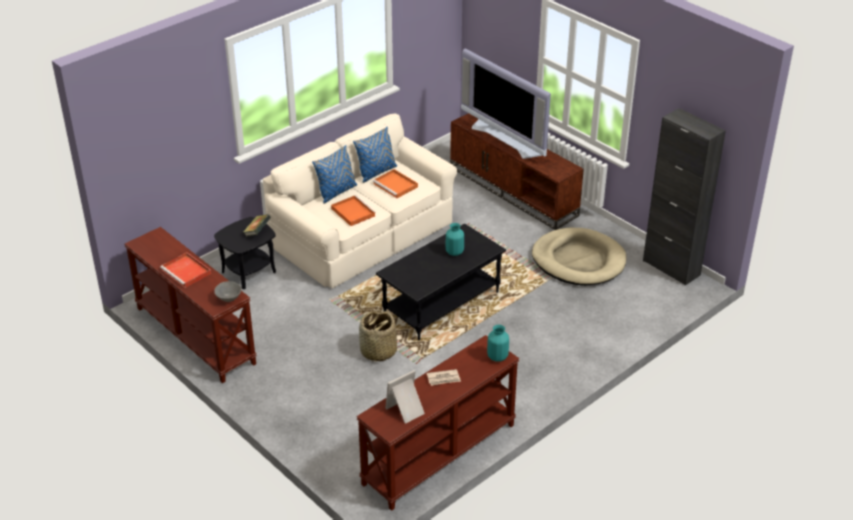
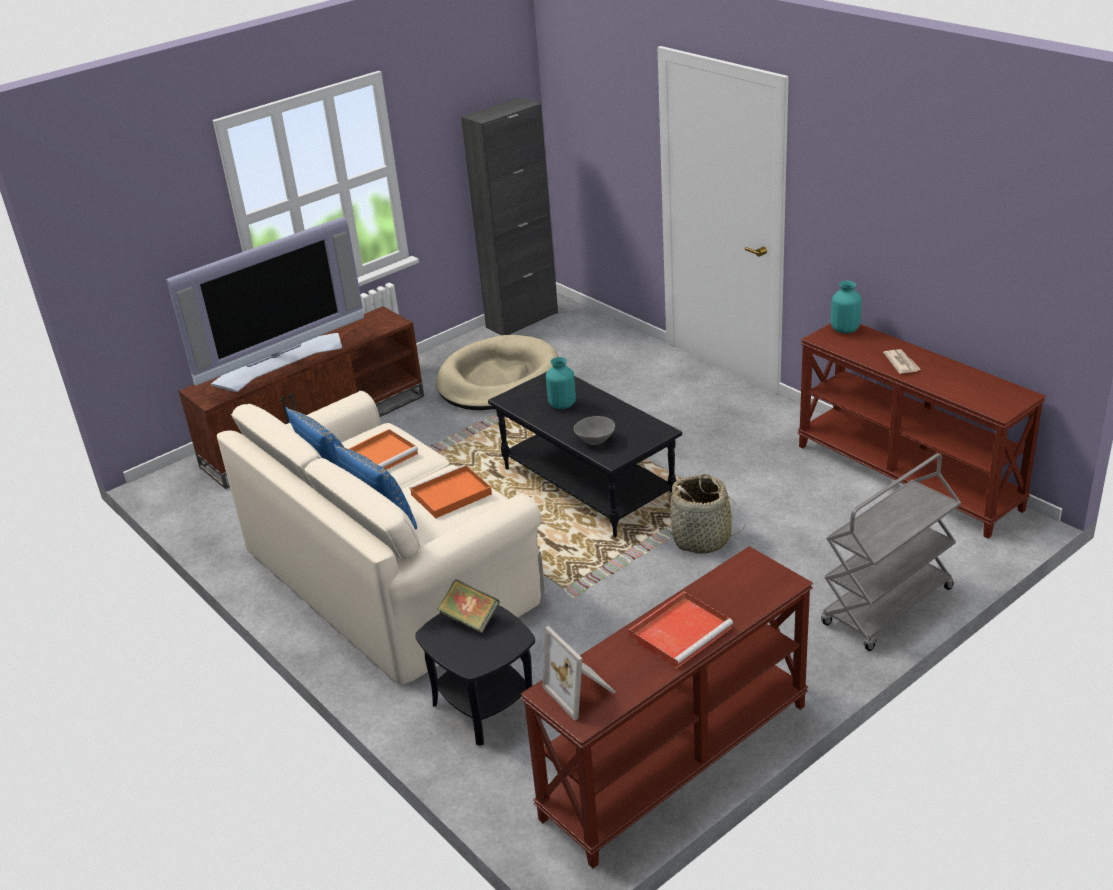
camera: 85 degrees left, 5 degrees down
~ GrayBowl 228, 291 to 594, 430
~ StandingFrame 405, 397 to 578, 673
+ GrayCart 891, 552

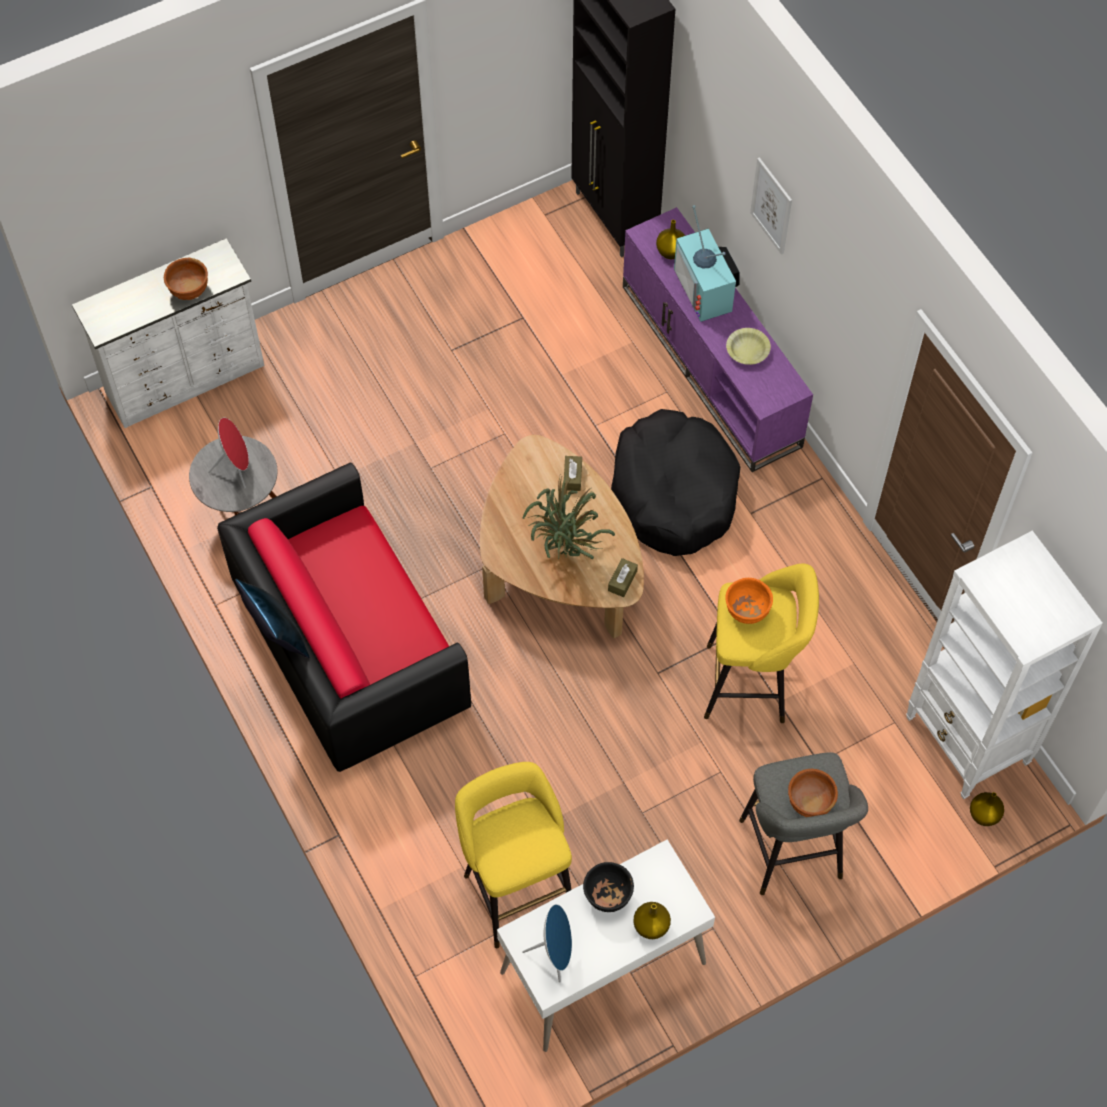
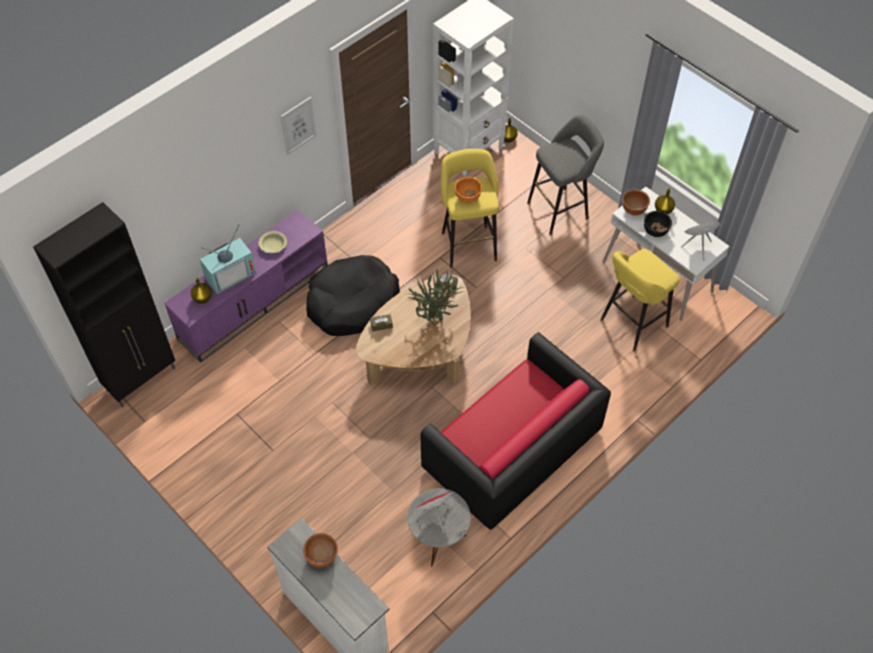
camera: 105 degrees left, 5 degrees down
- BluishPillow 272, 618
~ WallArt 771, 206 to 298, 126
~ BrownishBowl 813, 793 to 636, 202

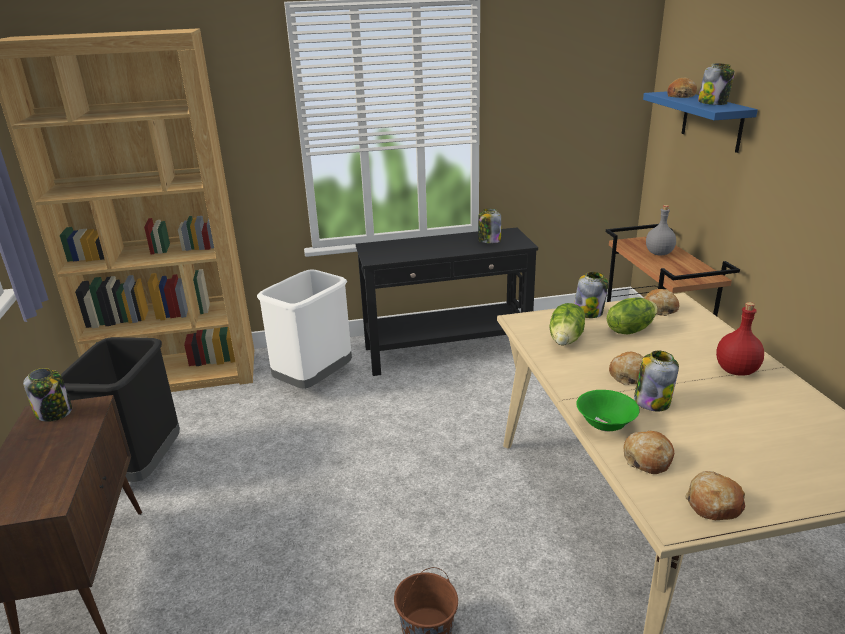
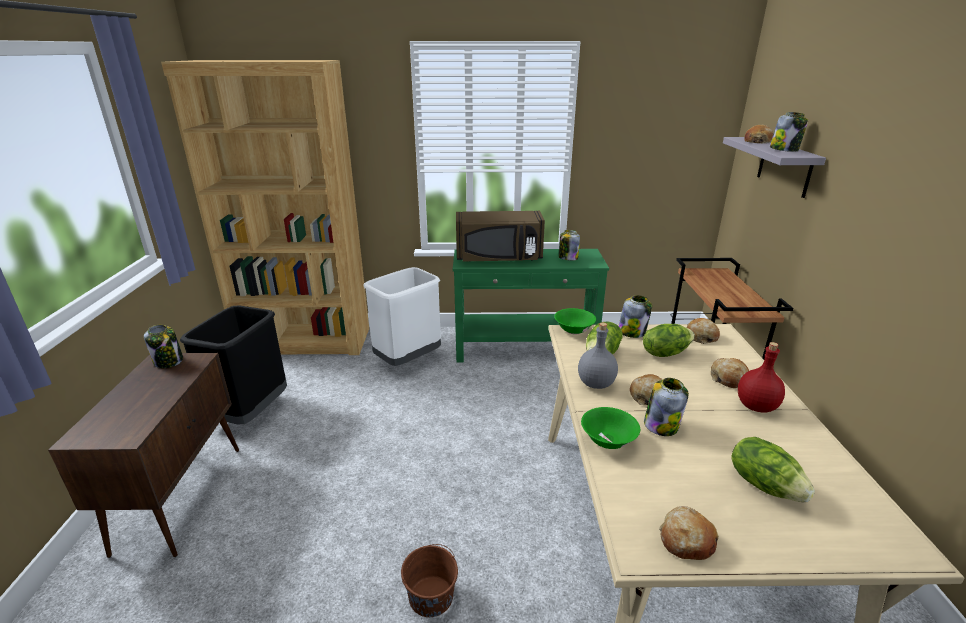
camera: 10 degrees right, 0 degrees up
~ BlackHallTable 447, 301 to GreenColouredHallTable 531, 305
~ BakedBread 649, 452 to 730, 373
~ BluishWallShelf 700, 122 to GrayWallShelf 774, 167
~ GrayBottle 661, 230 to 598, 356
+ BrownishMicrowave 500, 236
+ GreenColouredBowl 575, 321
+ HeadOfLettuce 773, 469

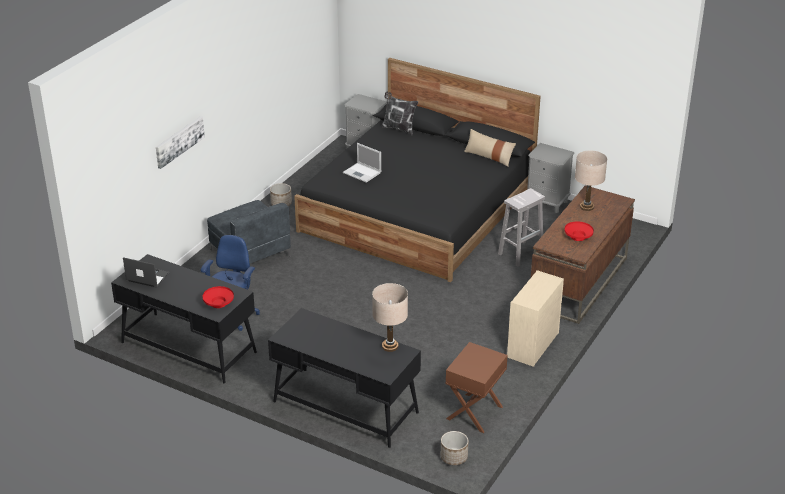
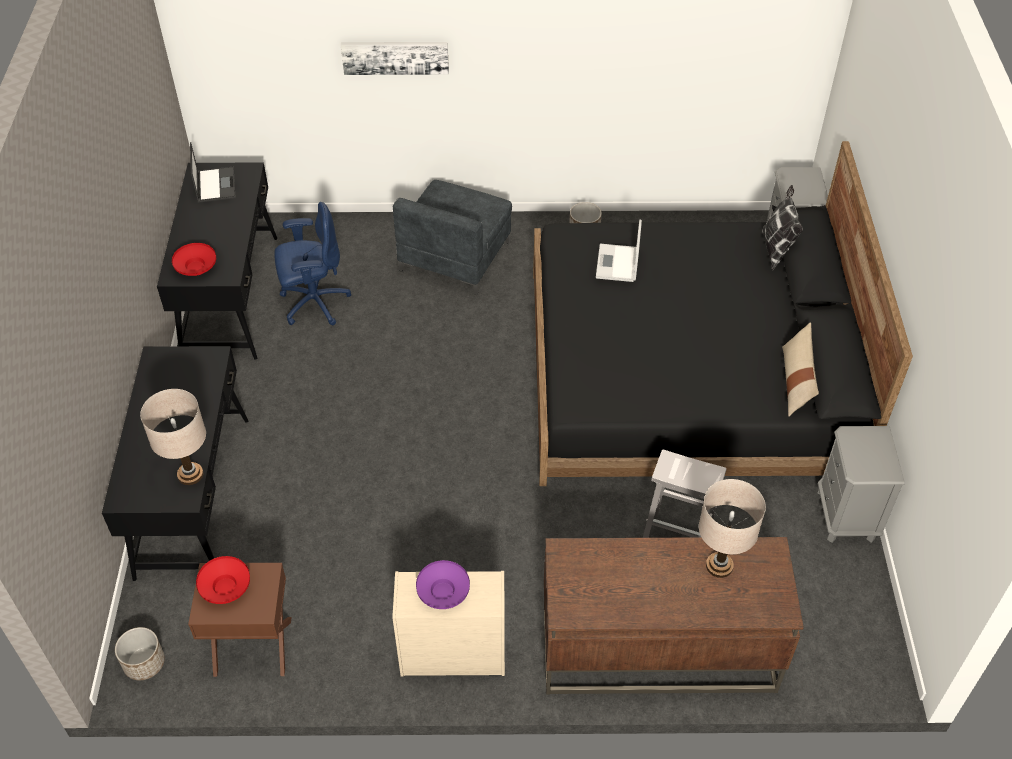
camera: 60 degrees right, 15 degrees up
~ ReddishBowl 579, 231 to 223, 580
+ PurplishBowl 443, 584

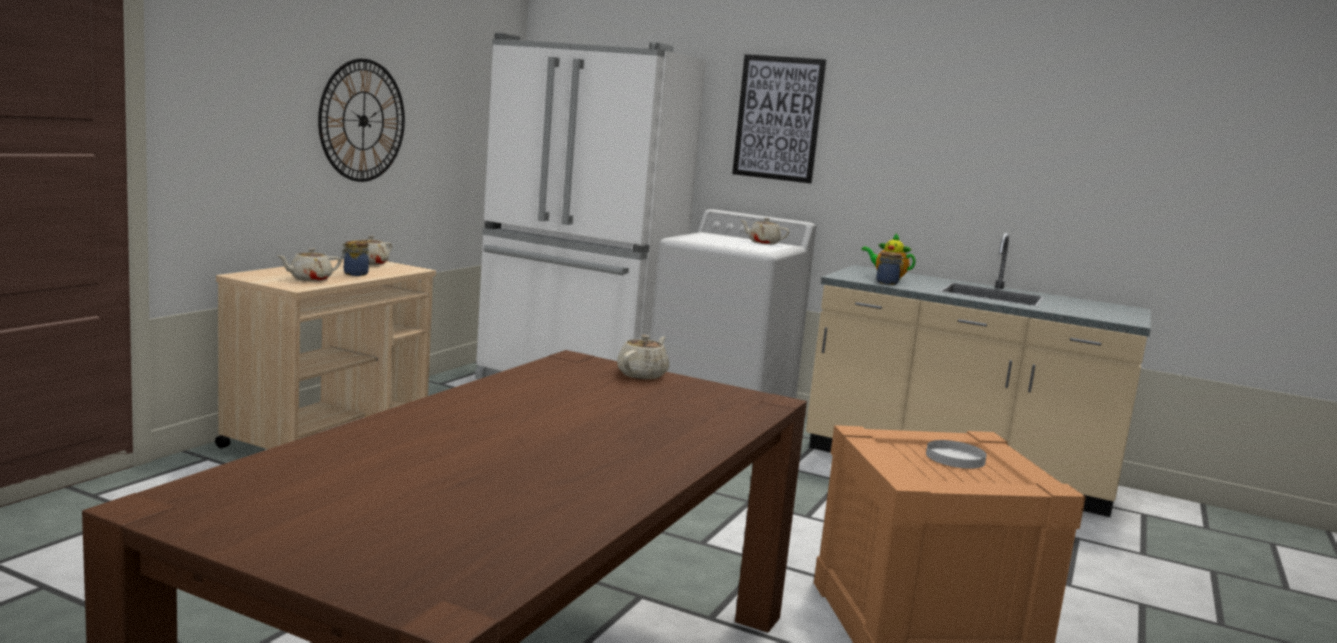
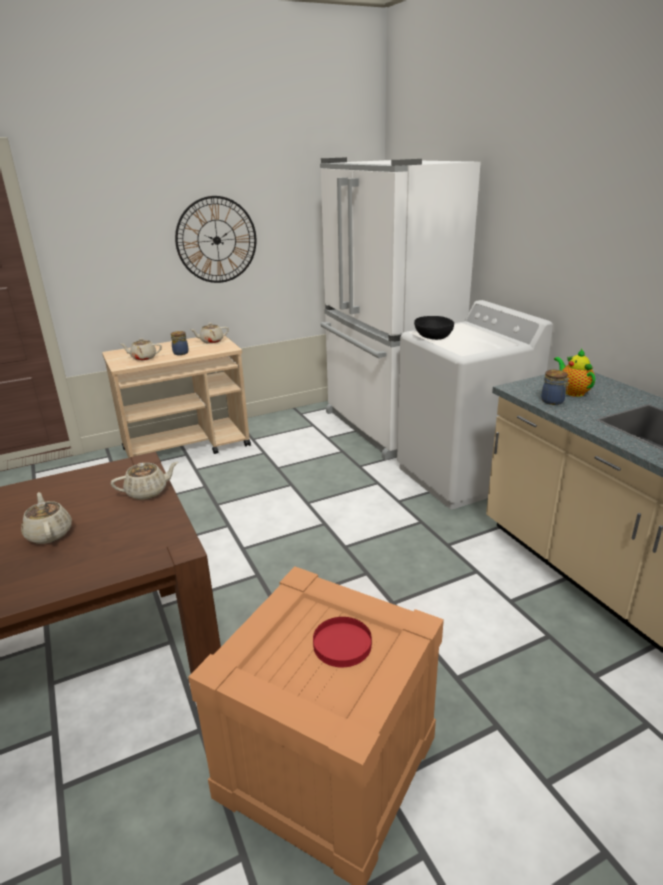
camera: 40 degrees right, 15 degrees up
- WallArt 779, 118
~ BeigeColouredTeapot 765, 231 to 46, 518
~ WhitePlate 956, 454 to ReddishPlate 342, 642
+ BlackBowl 434, 328

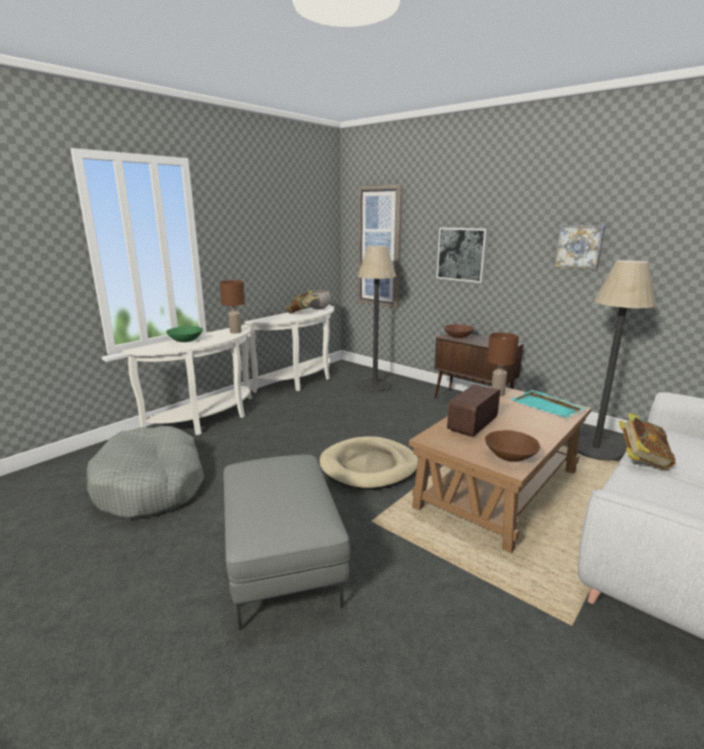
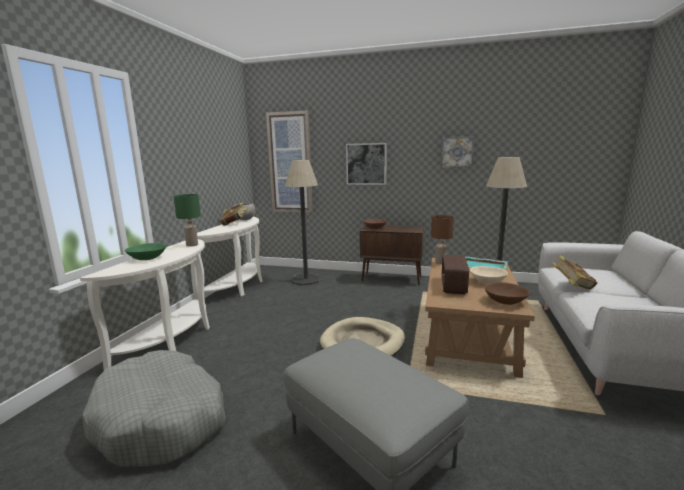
camera: 25 degrees left, 5 degrees down
~ BrownishTableLamp 232, 307 to GreenColouredTableLamp 187, 220
+ BeigeColouredBowl 489, 275

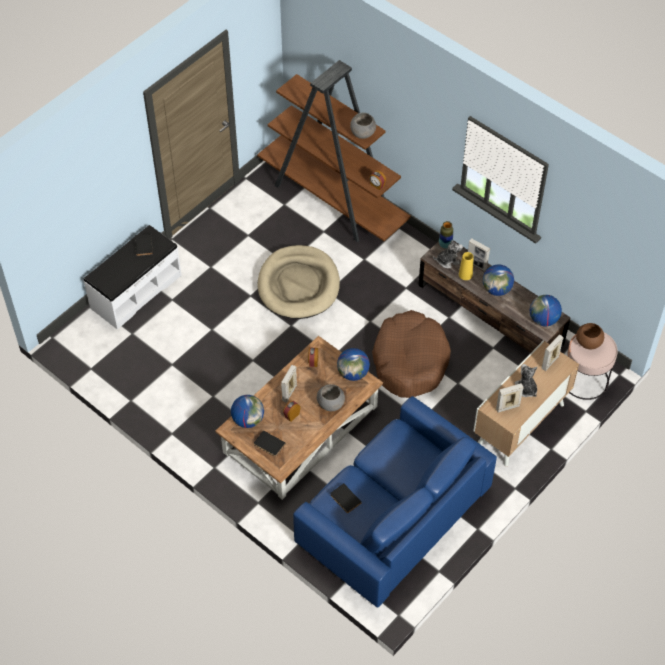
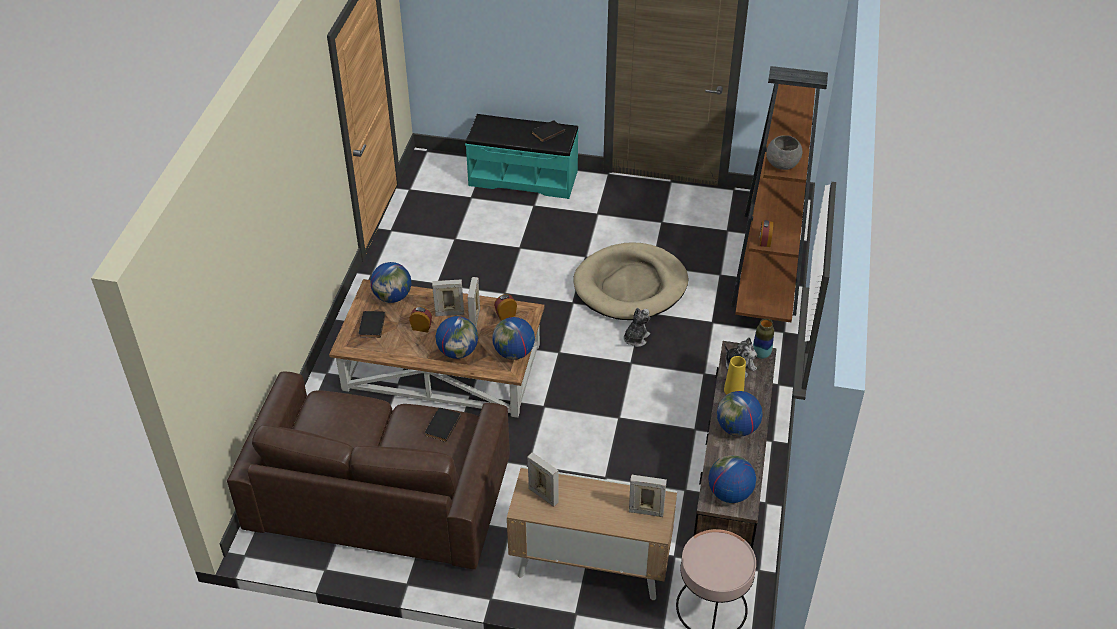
camera: 60 degrees right, 10 degrees down
~ WhiteIndoorBench 132, 277 to TurquoiseIndoorBench 522, 156
~ BluishSofa 395, 502 to BrownishSofa 368, 470
~ GrayBowl 331, 397 to DeskGlobe 457, 337
~ BlackBoundBook 346, 498 to 443, 425
- BrownishPetBed 411, 354
~ StandingFrame 479, 254 to 473, 302
~ CuddlyToy 526, 380 to 636, 327
- BrownishBowl 590, 336

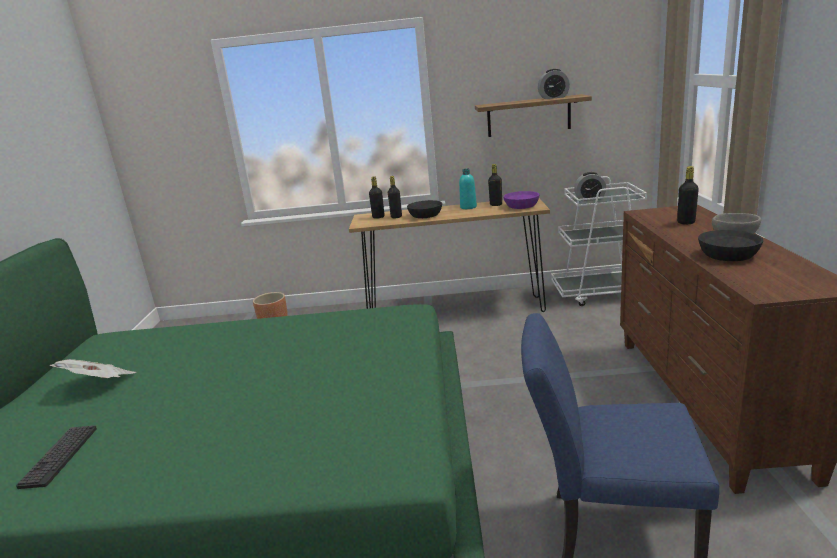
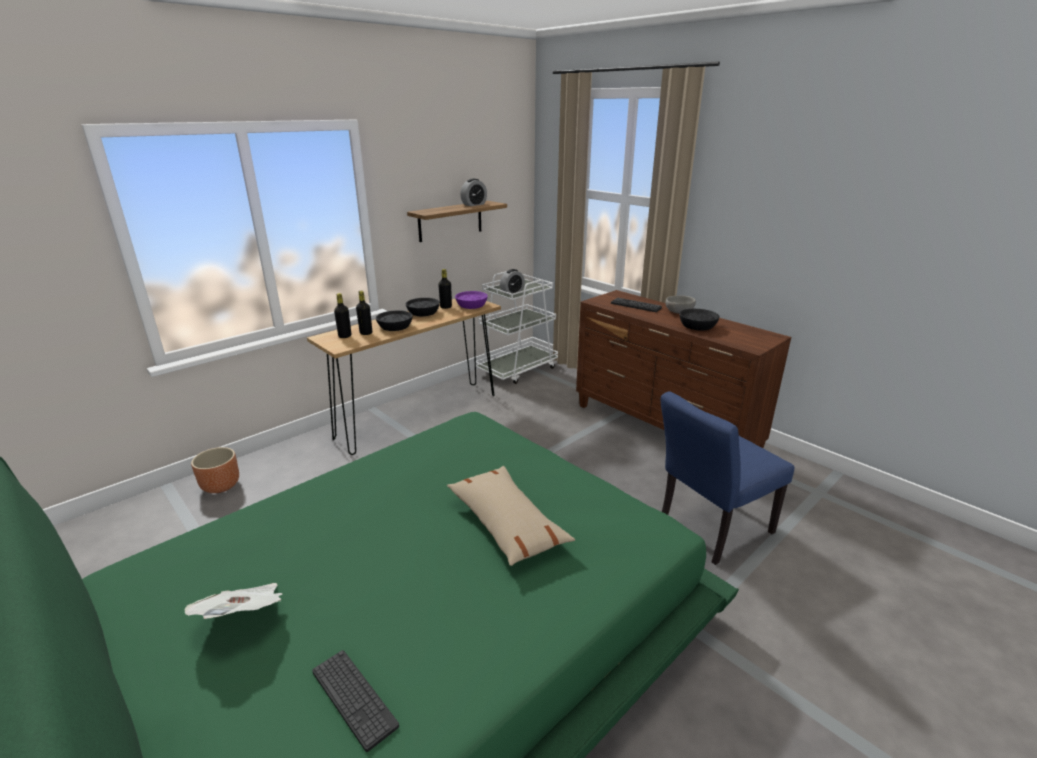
camera: 45 degrees left, 5 degrees up
~ TurquoiseBottle 468, 189 to BlackBowl 423, 307
~ BlackBottle 688, 195 to PcKeyboard 636, 305
+ BeigeColouredPillow 511, 516

